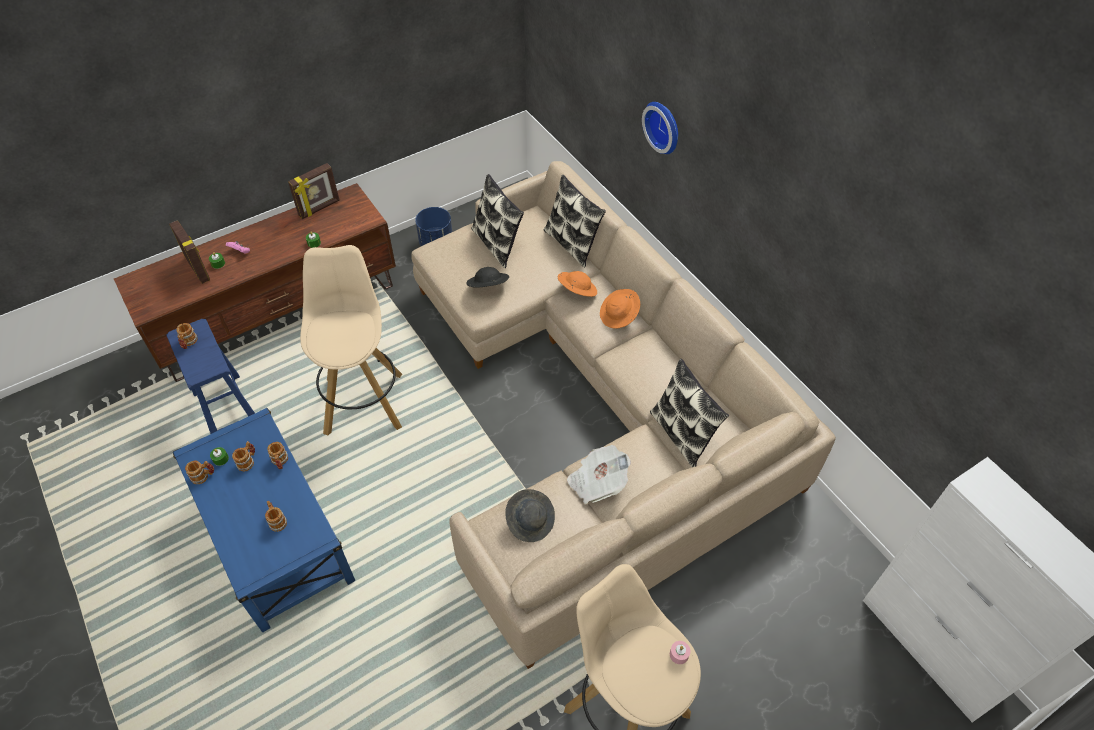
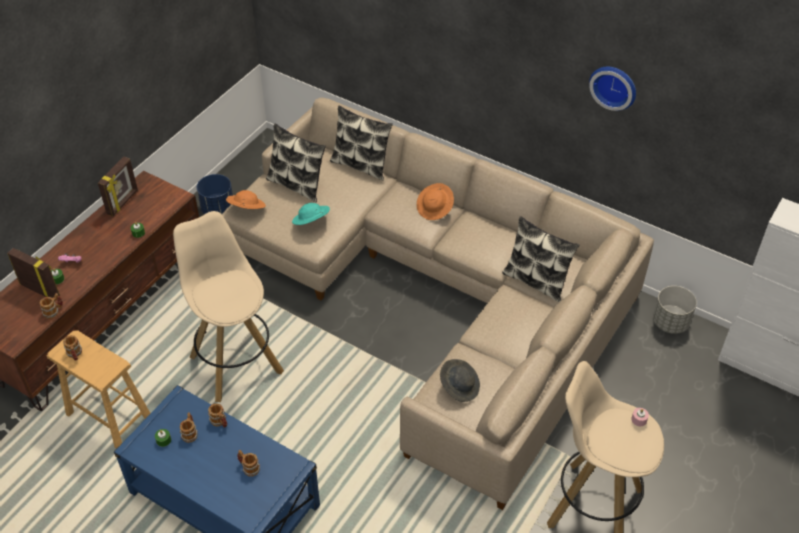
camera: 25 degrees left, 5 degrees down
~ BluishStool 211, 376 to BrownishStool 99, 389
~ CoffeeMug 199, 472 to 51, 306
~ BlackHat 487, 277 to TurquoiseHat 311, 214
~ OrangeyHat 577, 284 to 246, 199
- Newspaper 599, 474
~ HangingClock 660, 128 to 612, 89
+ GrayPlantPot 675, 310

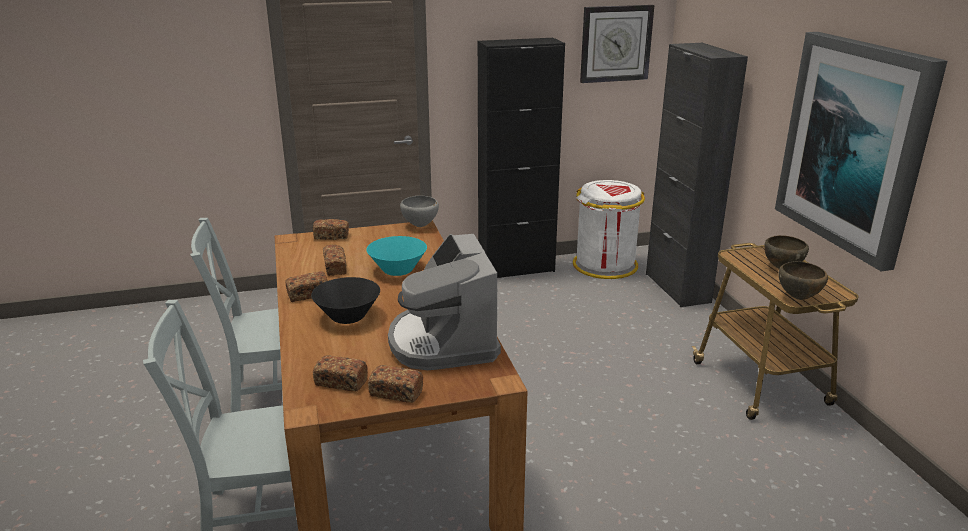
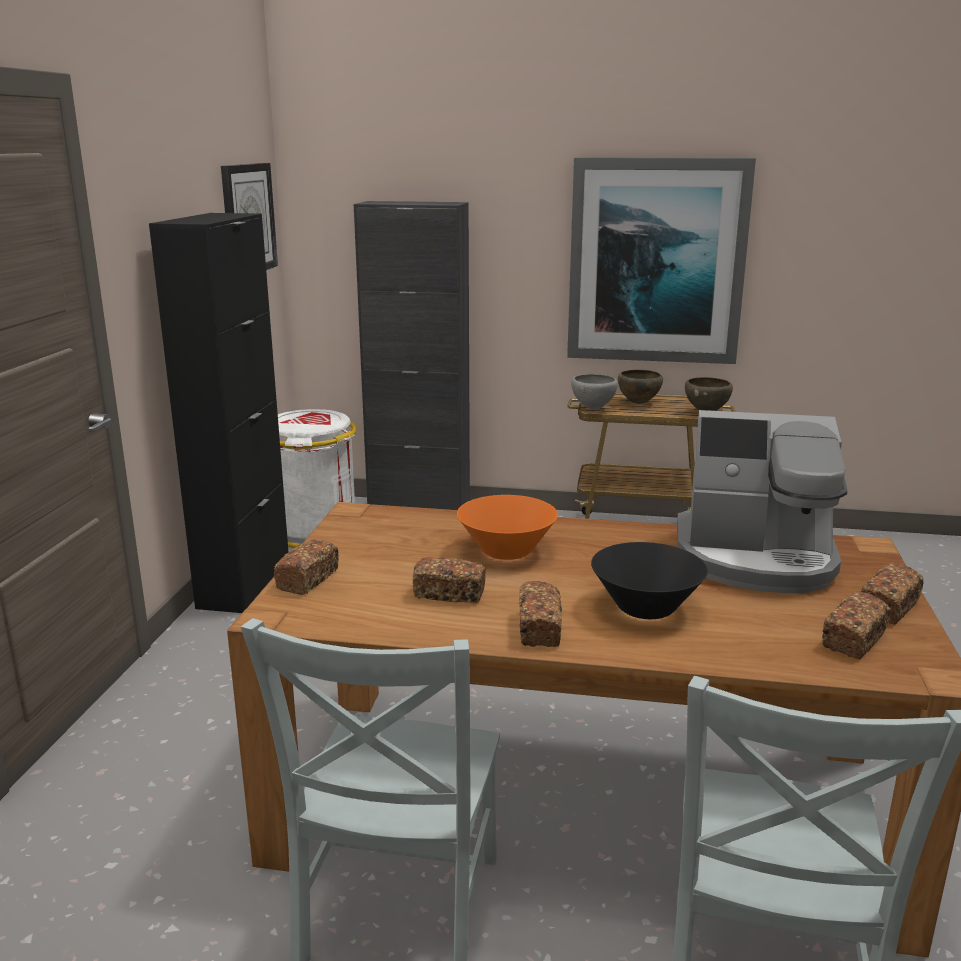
camera: 65 degrees left, 5 degrees down
~ TurquoiseBowl 396, 256 to OrangeyBowl 507, 527
~ GrayBowl 419, 211 to 594, 391

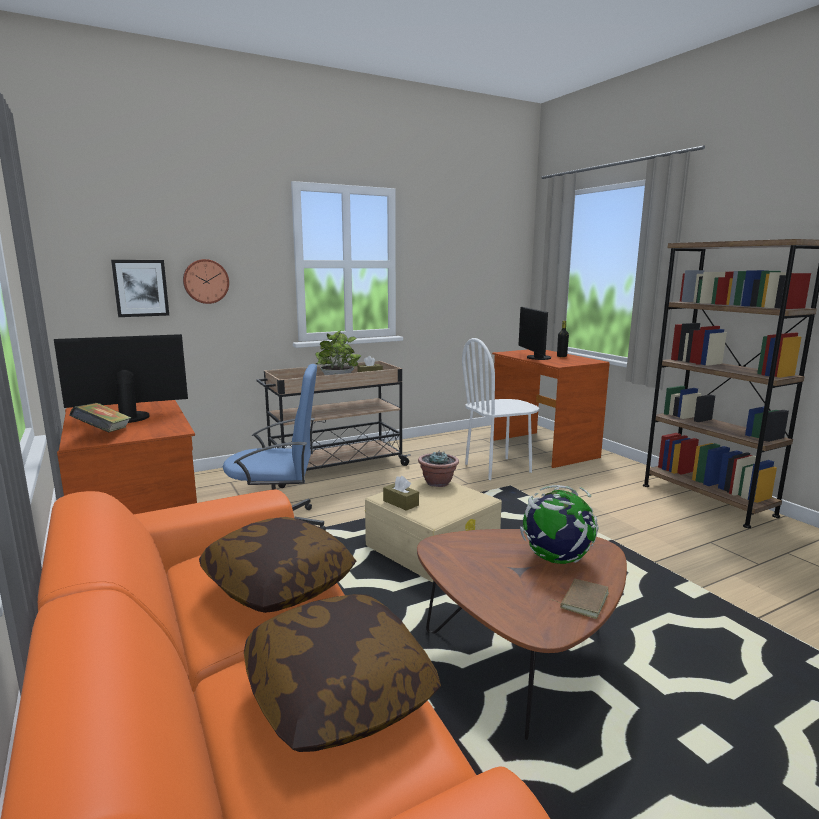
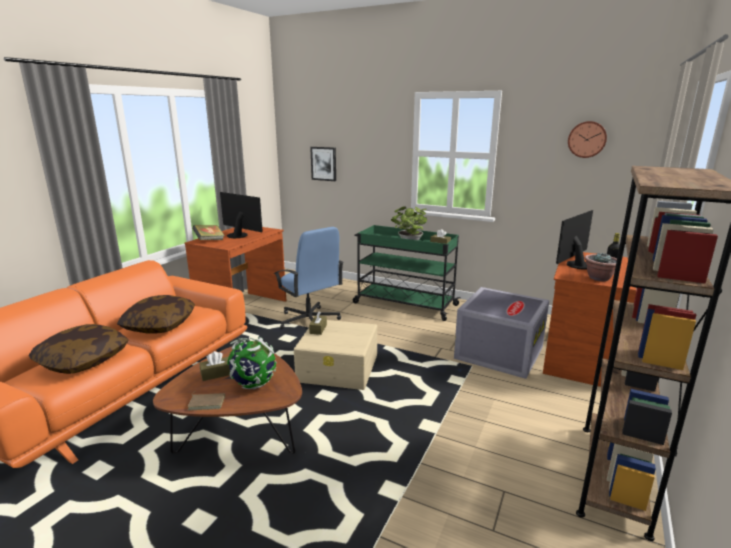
camera: 55 degrees right, 5 degrees up
~ HangingClock 206, 281 to 587, 139
~ BeigeColouredCart 333, 424 to GreenColouredCart 406, 273
~ Houseplant 438, 468 to 601, 267
~ WhitePlainChair 500, 409 to GrayStorageBox 501, 333
+ BrownishTissueHolder 215, 366

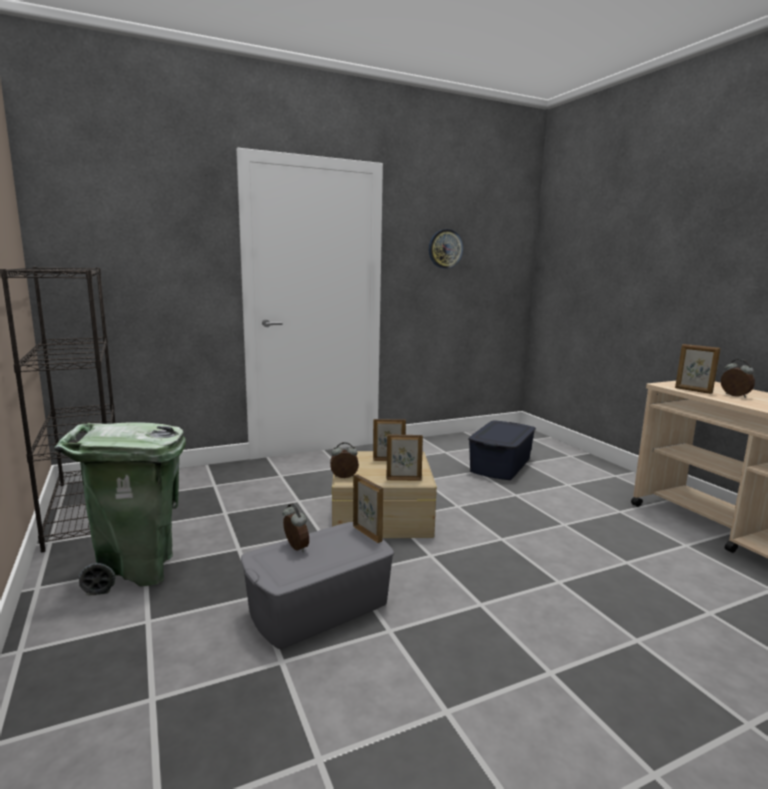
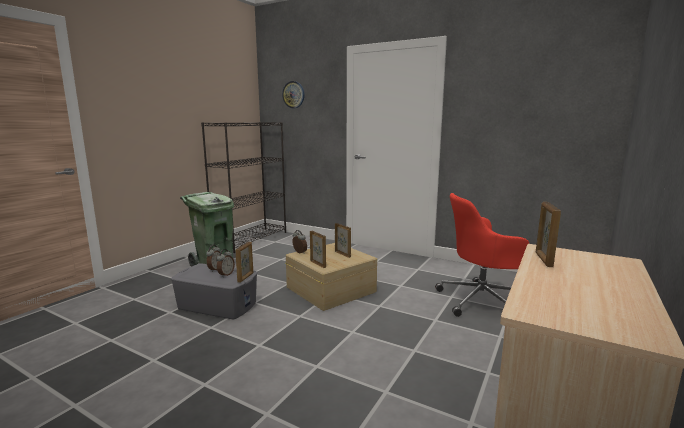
camera: 55 degrees right, 0 degrees up
~ HangingClock 446, 249 to 293, 94
~ BluishStorageBox 502, 450 to ReddishOfficeChair 482, 255
~ BedsideClock 738, 378 to 226, 263

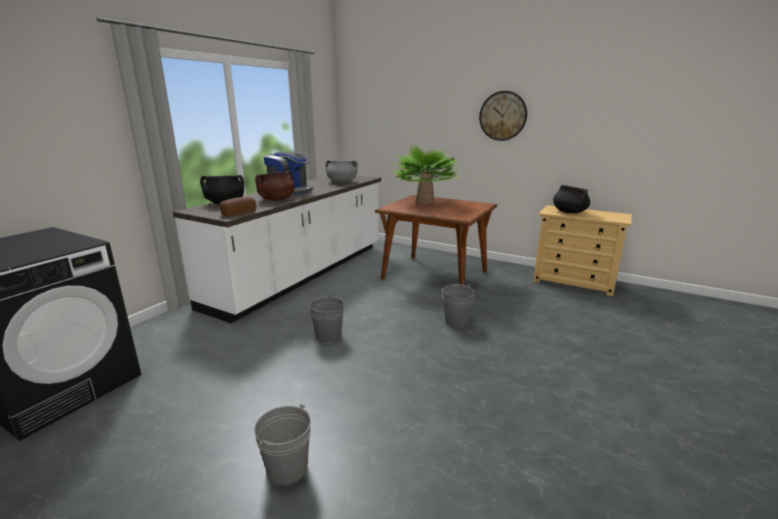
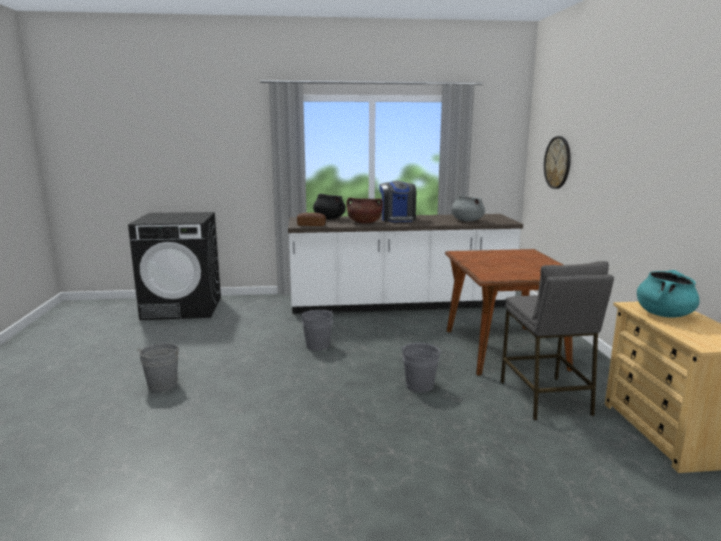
camera: 55 degrees right, 5 degrees down
- Houseplant 426, 175
~ HangingClock 503, 116 to 557, 162
~ BlackSaucepot 571, 199 to TurquoiseSaucepot 668, 294
+ GrayStool 557, 340

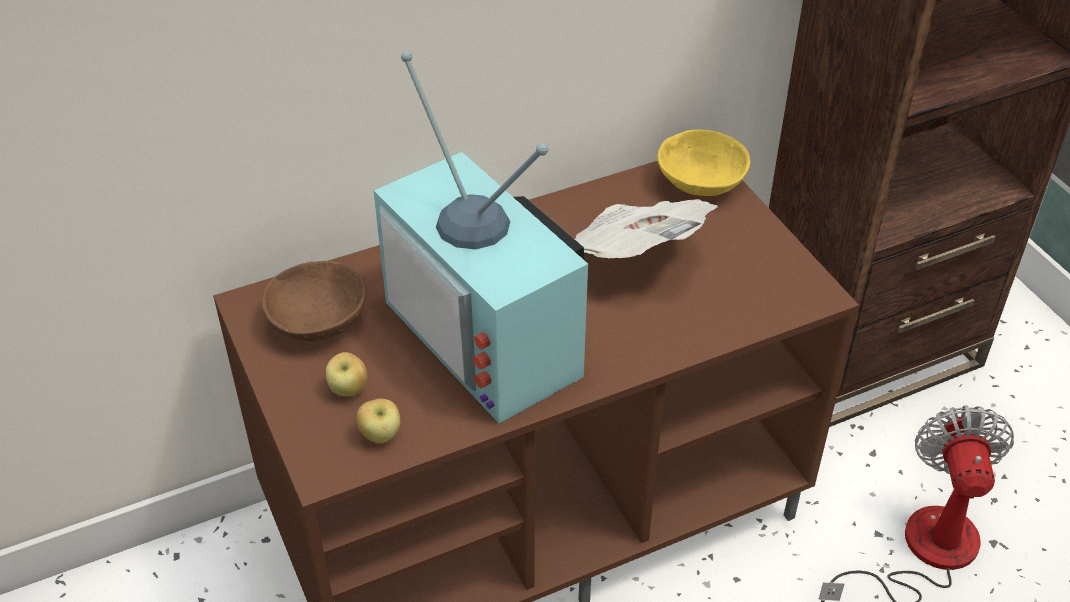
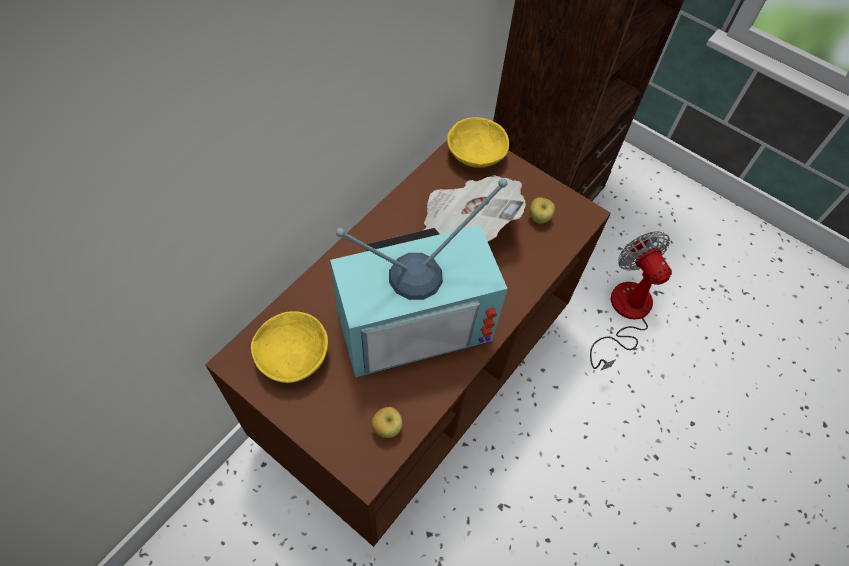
camera: 30 degrees left, 15 degrees up
~ BrownishBowl 314, 301 to YellowBowl 289, 347
~ Apple 346, 374 to 542, 210
~ TvSet 480, 237 = 419, 278 45 degrees counterclockwise

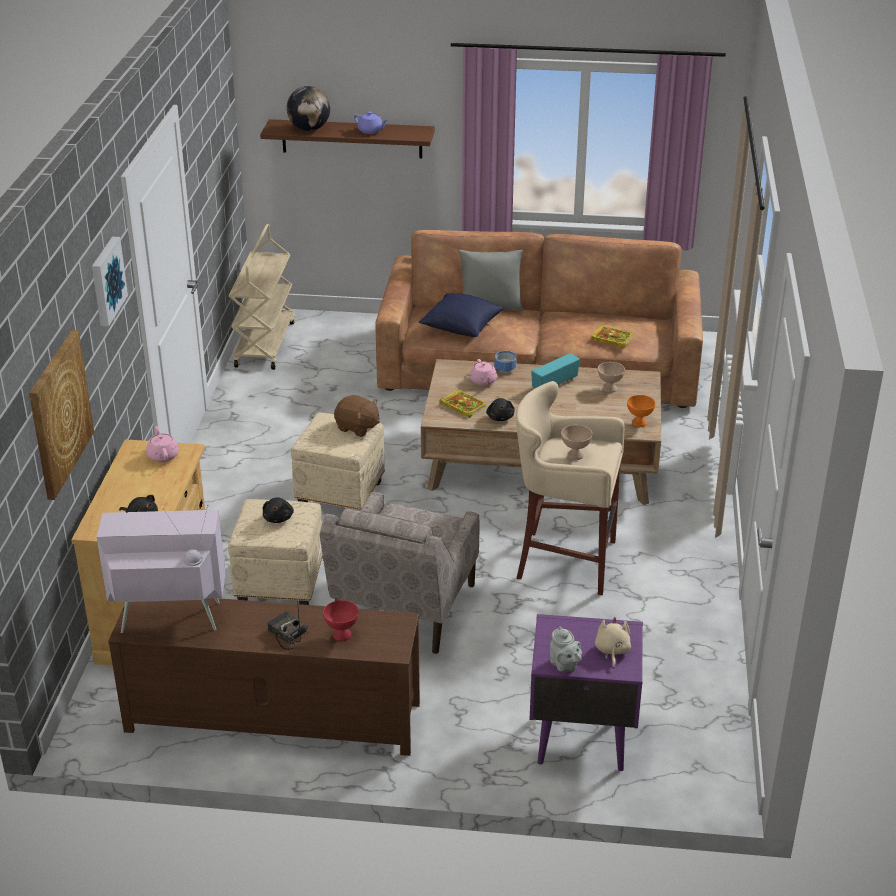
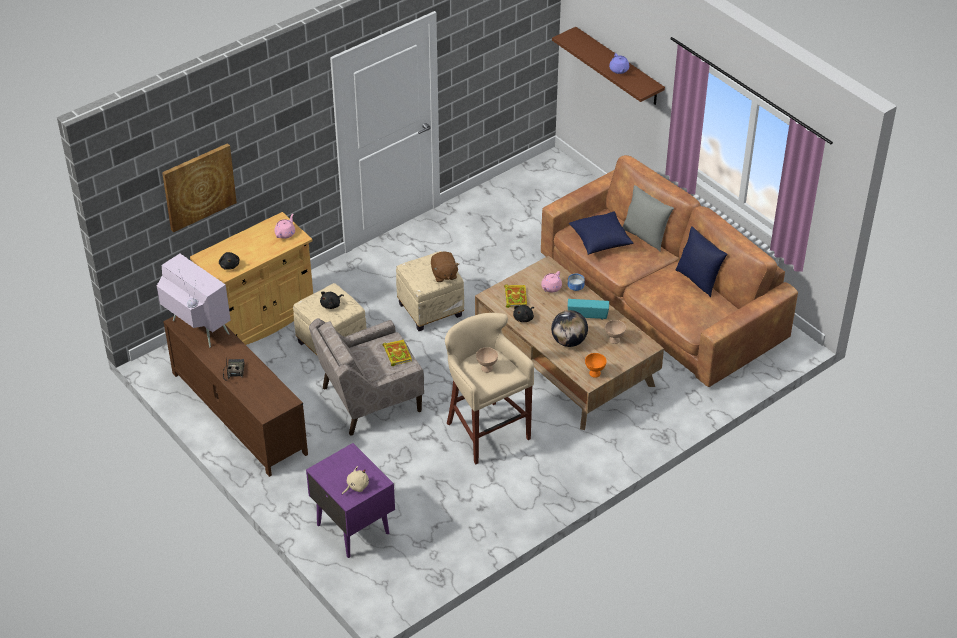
camera: 45 degrees right, 10 degrees up
- WallArt 110, 281
- BeigeColouredCart 262, 297
~ DeskGlobe 308, 108 to 569, 328
- ReddishBowl 341, 620
- GrayTeapot 566, 649
~ BoundBook 612, 337 to 397, 352
+ BluishPillow 702, 261

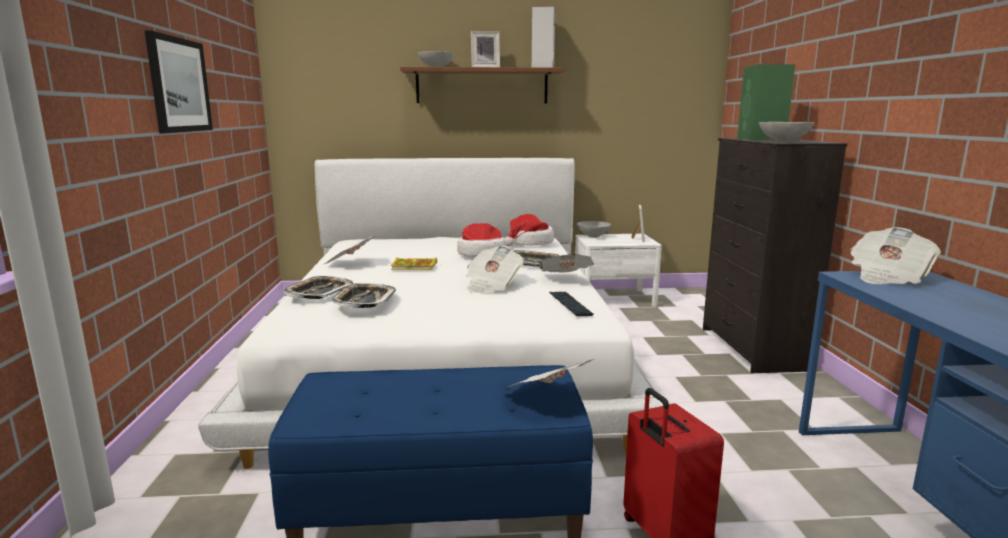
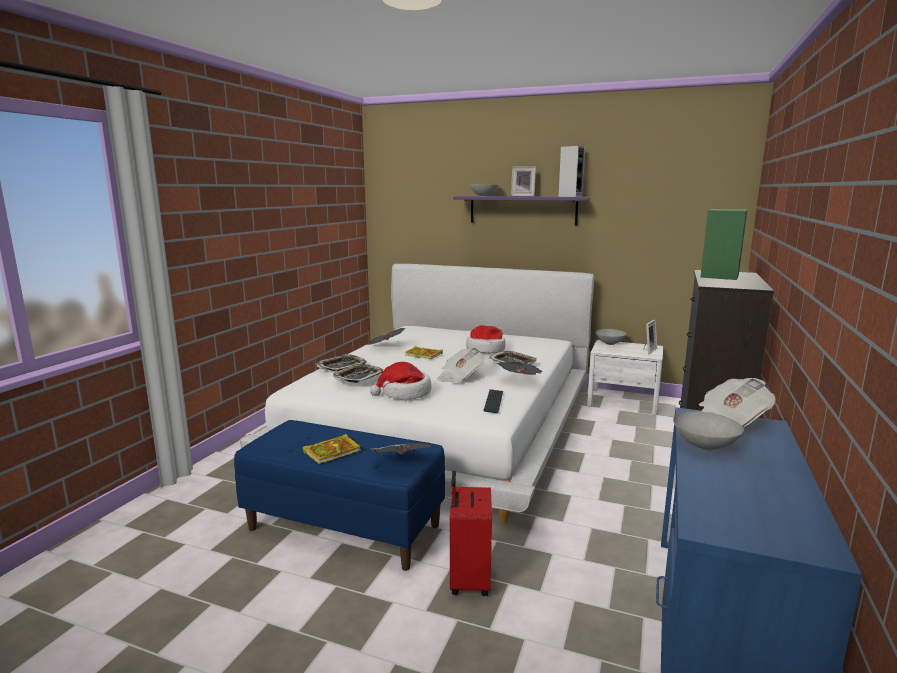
camera: 25 degrees right, 0 degrees up
- WallArt 178, 81
~ BrownishWallShelf 482, 85 to PurplishWallShelf 521, 210
~ Hat 529, 230 to 401, 380
~ GrayBowl 787, 132 to 708, 431
+ BoundBook 332, 449

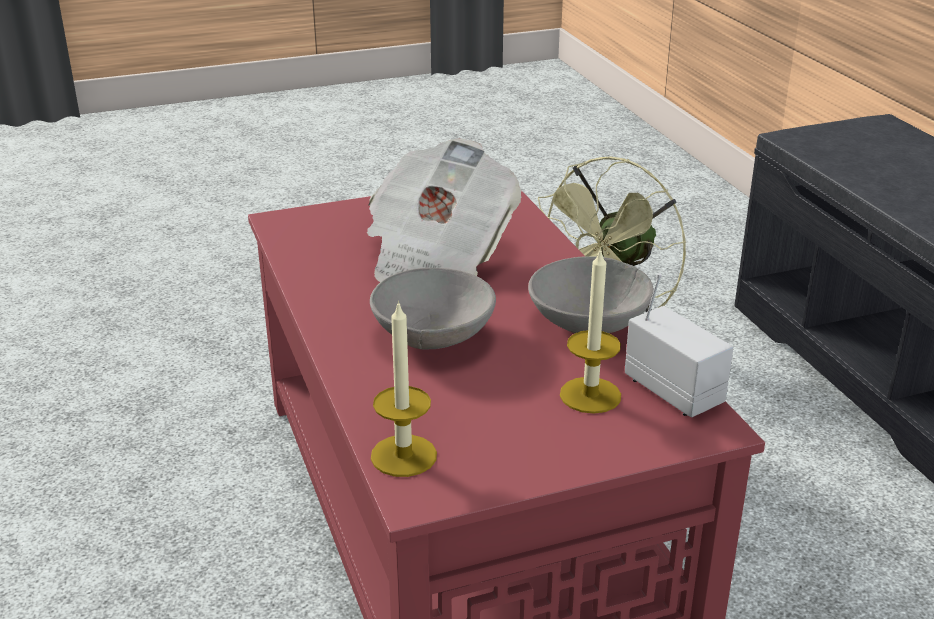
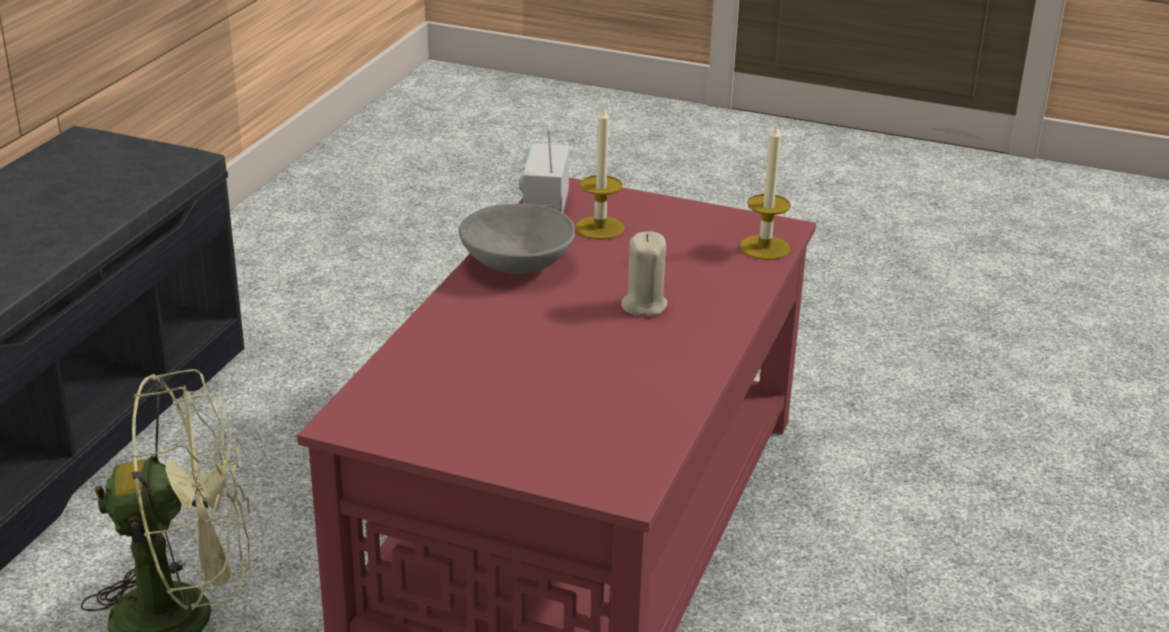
camera: 140 degrees left, 0 degrees up
- Newspaper 444, 210
~ GrayBowl 433, 309 to BeigeColouredCandle 644, 273

